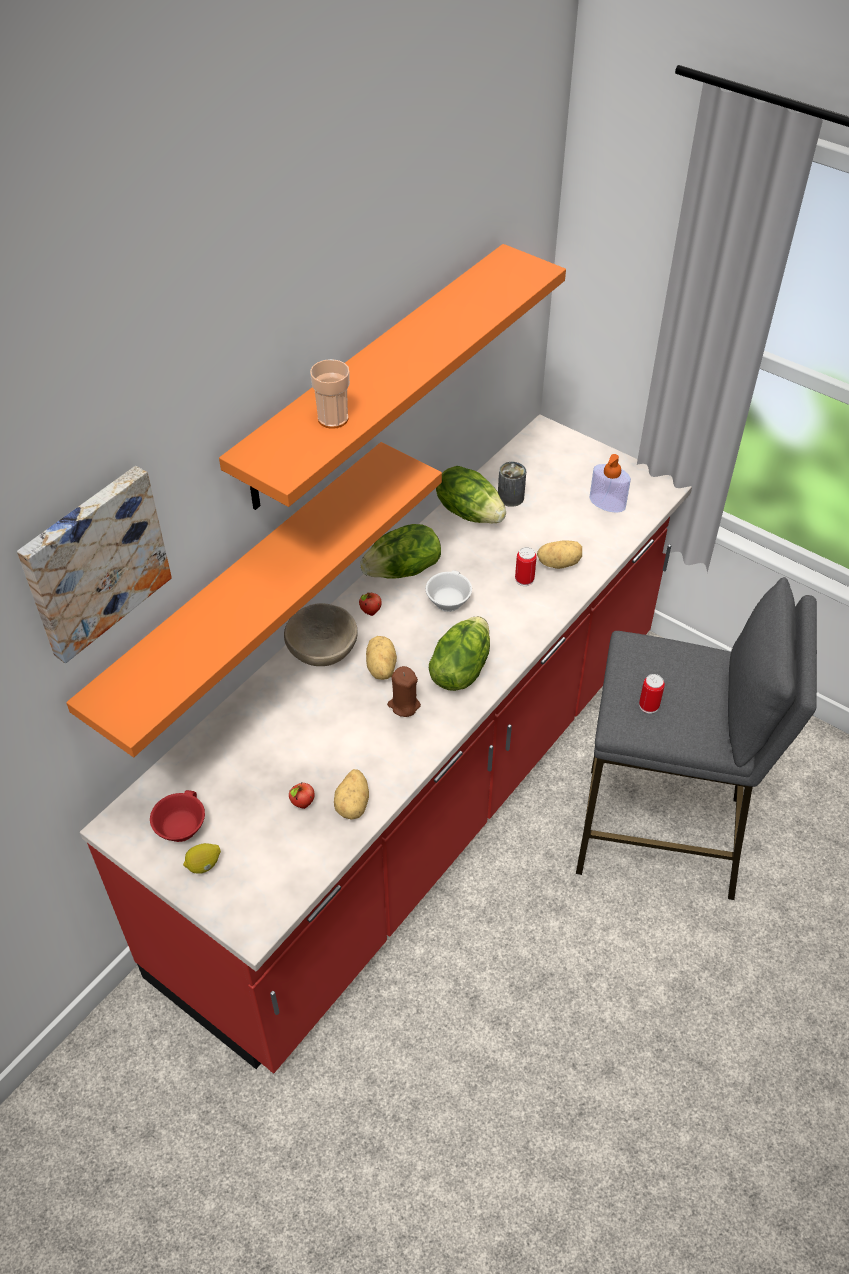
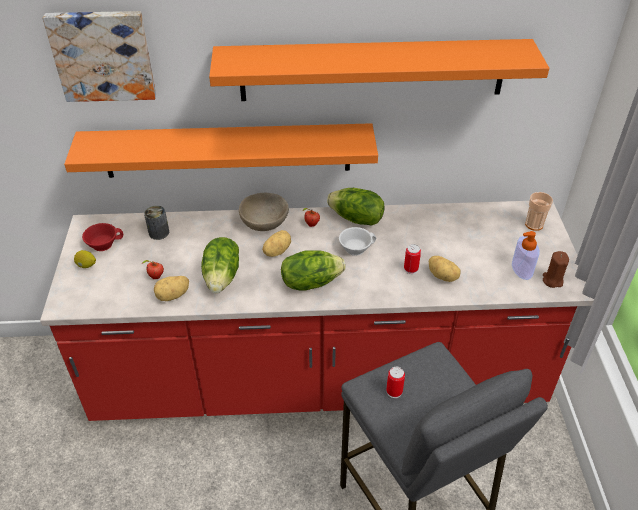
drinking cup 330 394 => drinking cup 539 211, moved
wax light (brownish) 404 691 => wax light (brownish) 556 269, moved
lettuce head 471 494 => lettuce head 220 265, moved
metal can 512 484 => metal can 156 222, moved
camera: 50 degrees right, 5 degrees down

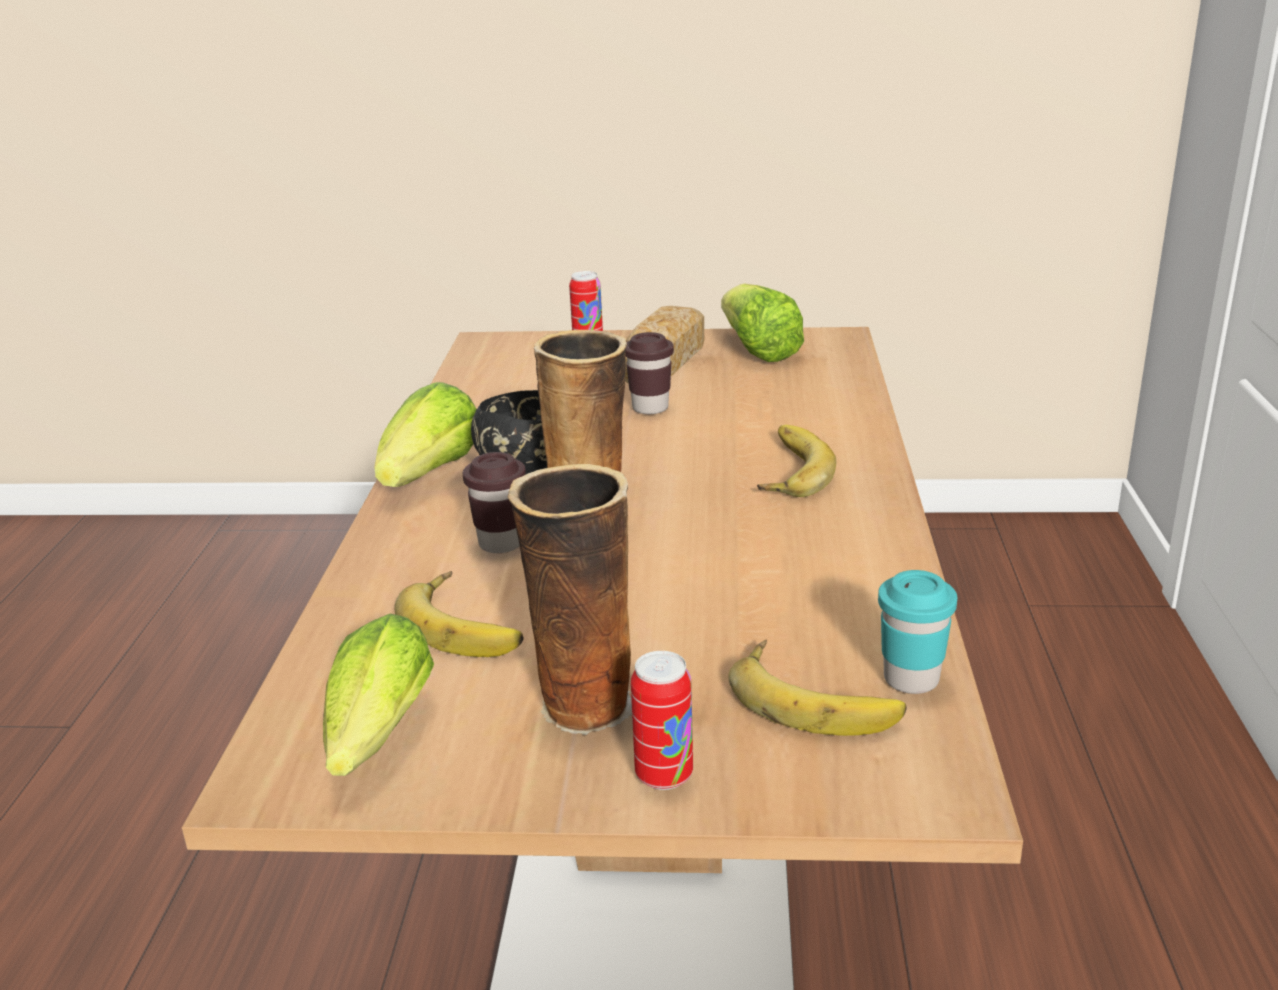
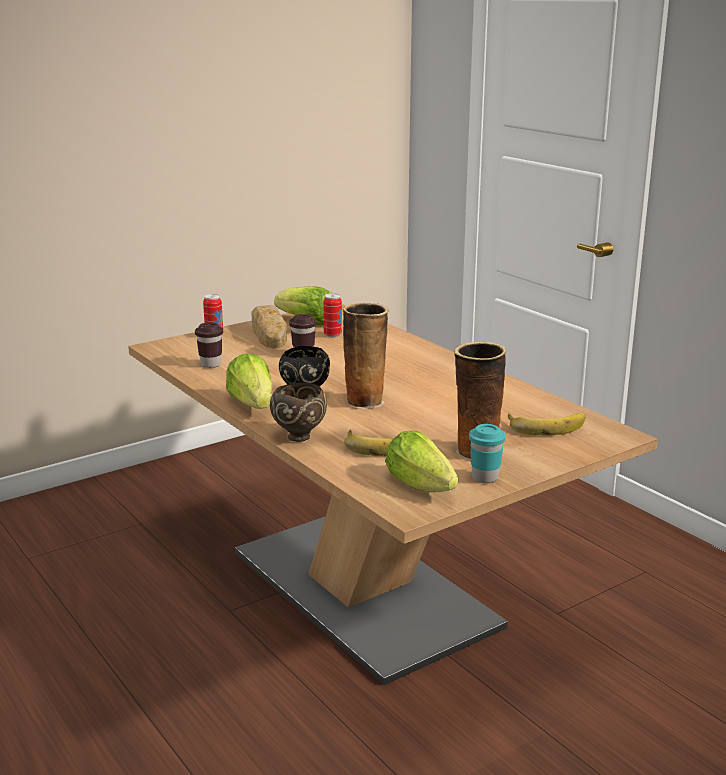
drinking cup (brownish) 494 502 => drinking cup (brownish) 209 345, moved
metal can 662 720 => metal can 332 315, moved
whole banana 796 461 => nothing
drinking cup (blue-green) 917 632 => drinking cup (blue-green) 487 453, moved
nothing => bowl (brownish) 298 412
camera: 40 degrees left, 5 degrees down

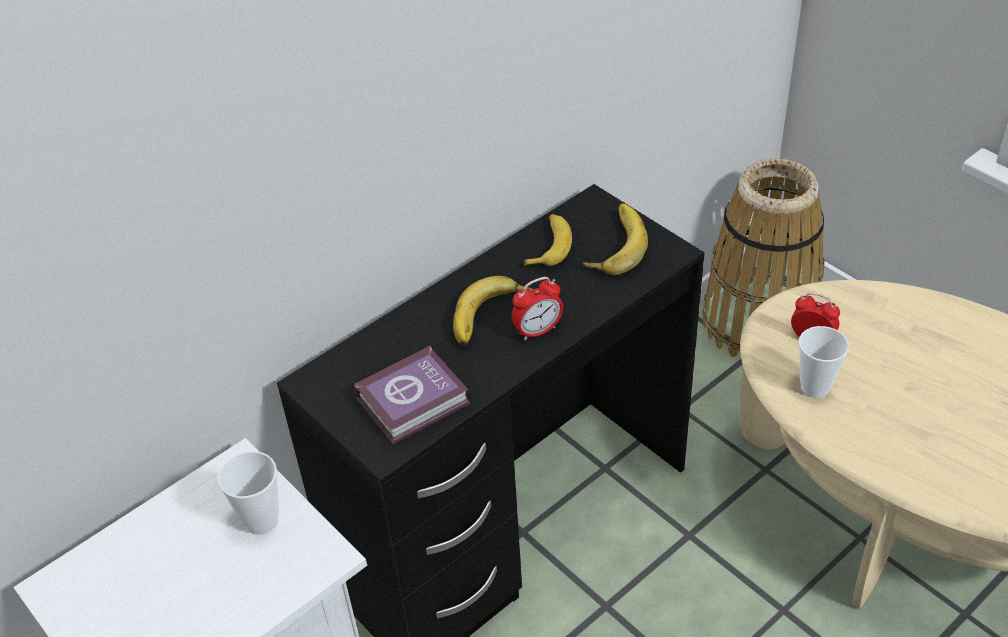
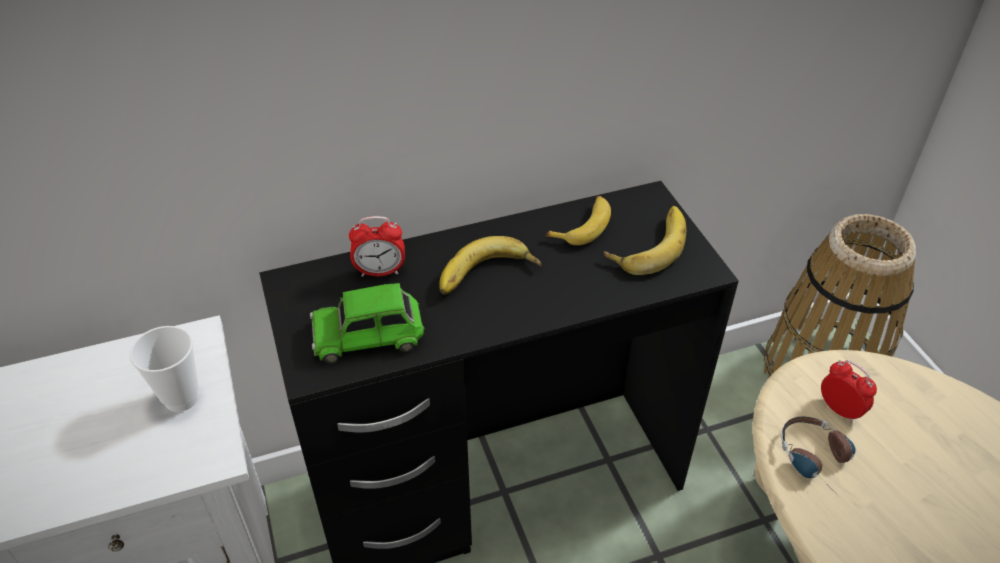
bound book 412 395 => toy car (green-coloured) 367 323
table clock 537 309 => table clock 377 246, moved
drinking cup 823 362 => pair of headphones 818 457
camera: 20 degrees right, 0 degrees up

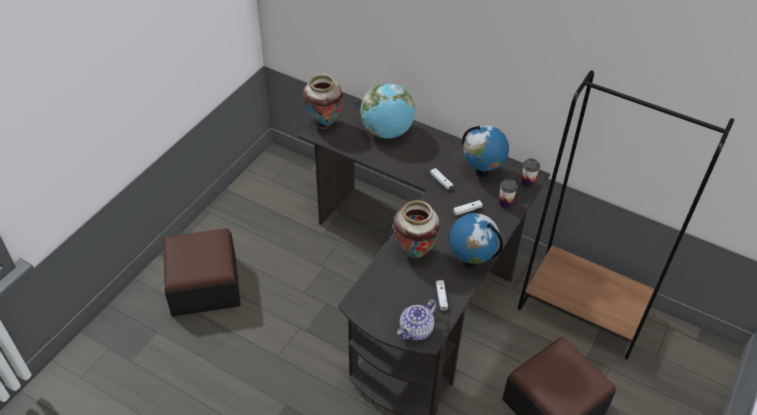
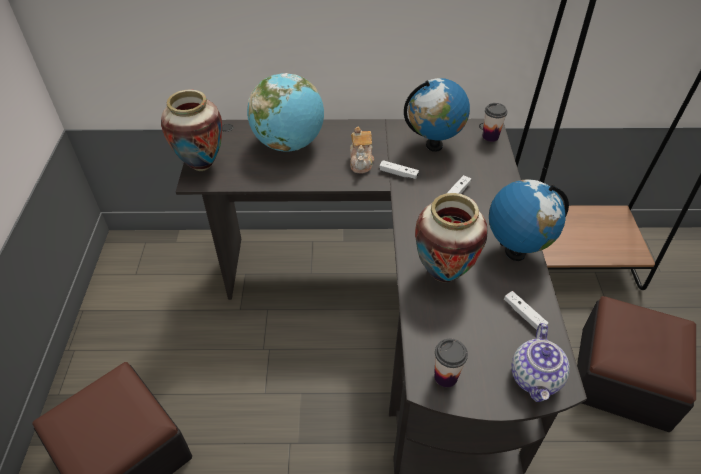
drinking cup 508 193 => drinking cup 451 363, moved
nothing => tea pot 362 150
camera: 30 degrees left, 0 degrees up

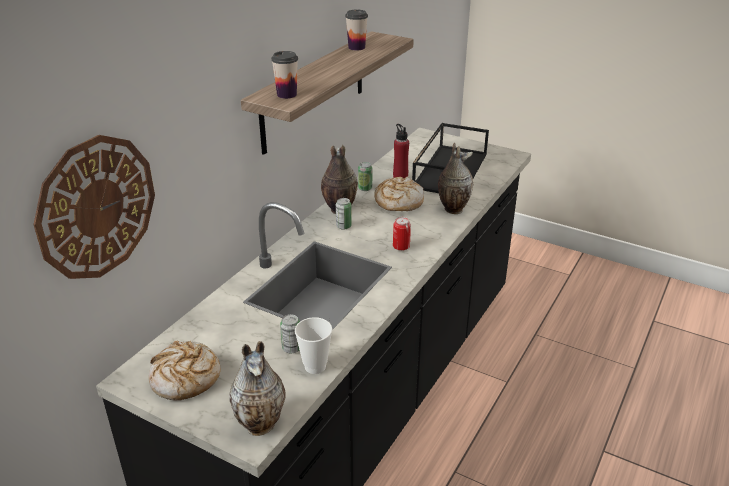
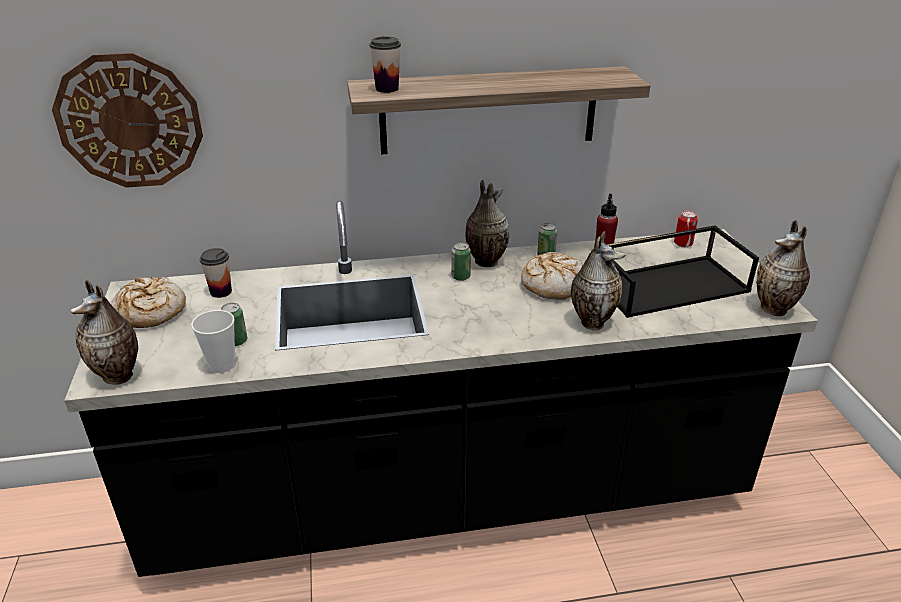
drinking cup 356 30 => drinking cup 216 273, moved
metal can 402 234 => metal can 686 228, moved
nothing => vase 783 268
camera: 50 degrees right, 0 degrees up

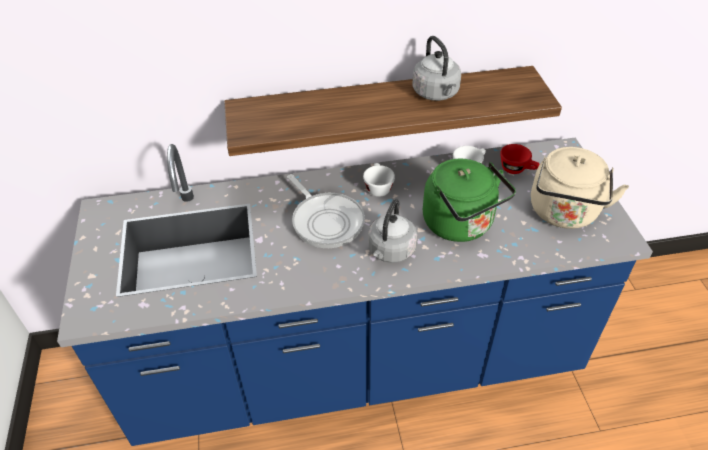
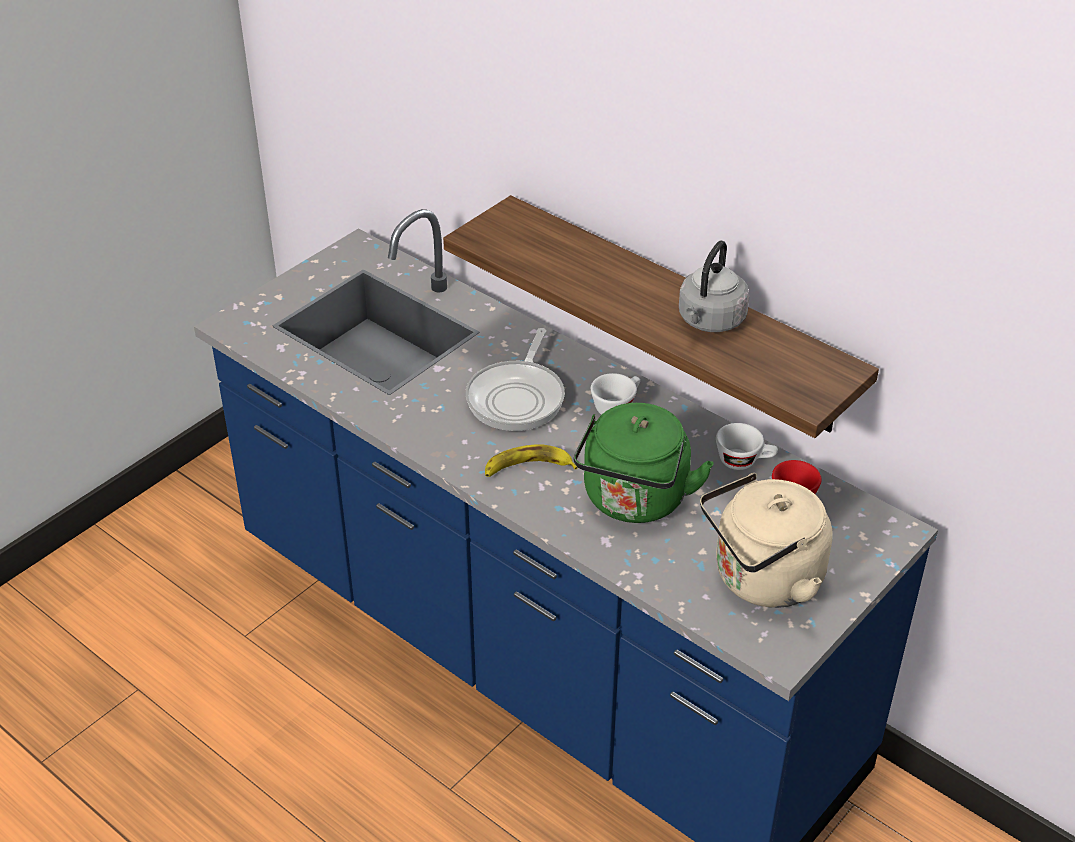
kettle (greyish) 392 231 => whole banana 531 460
camera: 50 degrees right, 5 degrees down

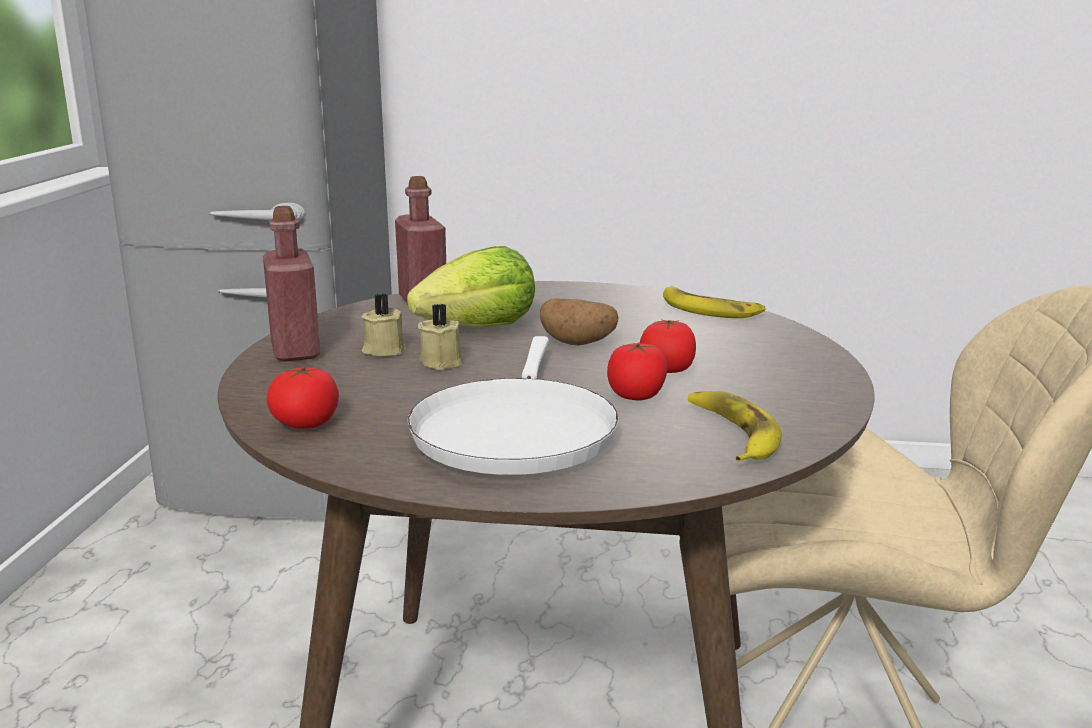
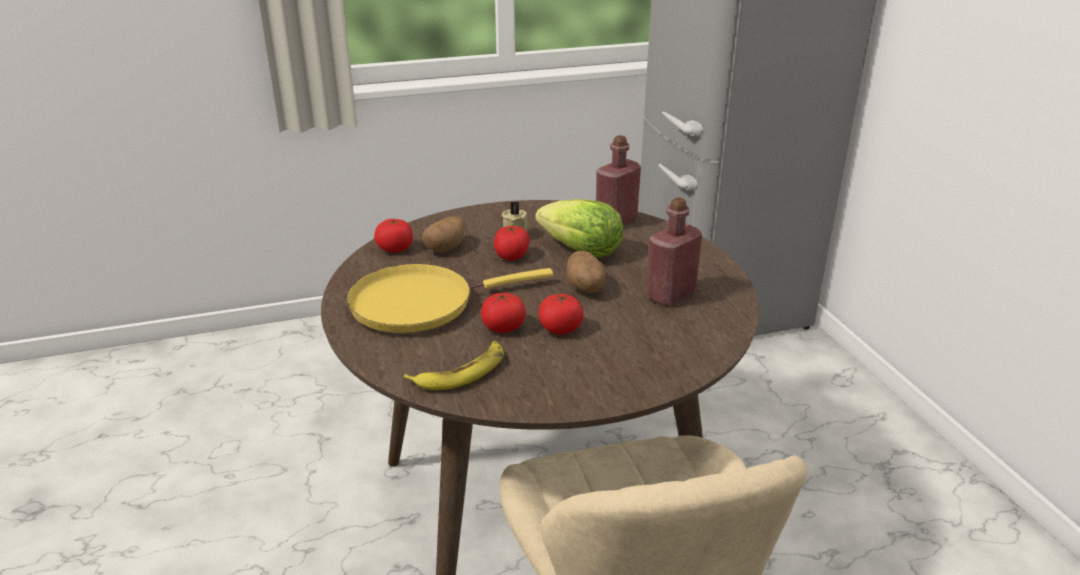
bottle (red) 291 284 => bottle (red) 674 251, moved
frying pan (whitish) 513 405 => frying pan (yellowish) 449 298
wax light (sand-coloured) 440 337 => fresh tomato 512 243
whole banana 714 302 => nothing
nothing => spud 443 234
camera: 65 degrees right, 10 degrees up

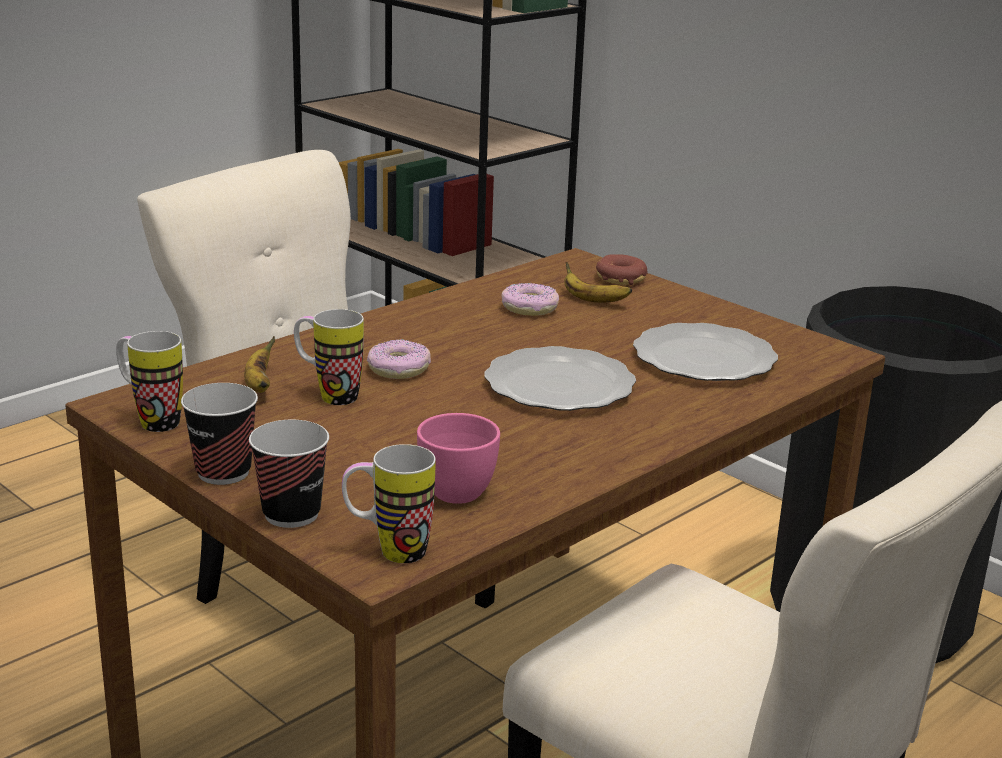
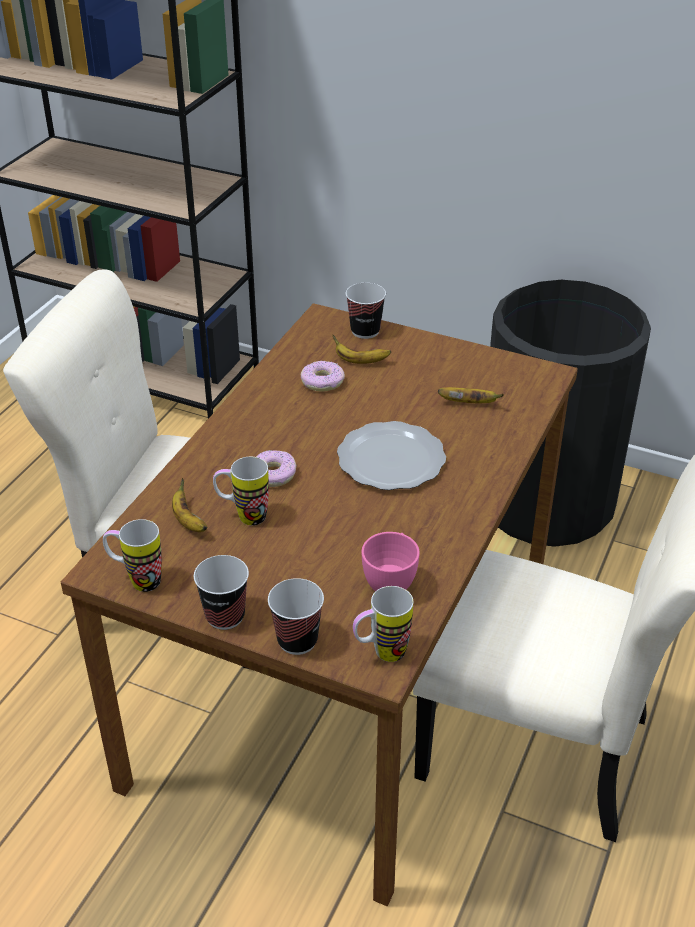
doughnut 622 269 => drinking cup 366 311
plate 705 352 => whole banana 471 395
camera: 20 degrees left, 15 degrees up

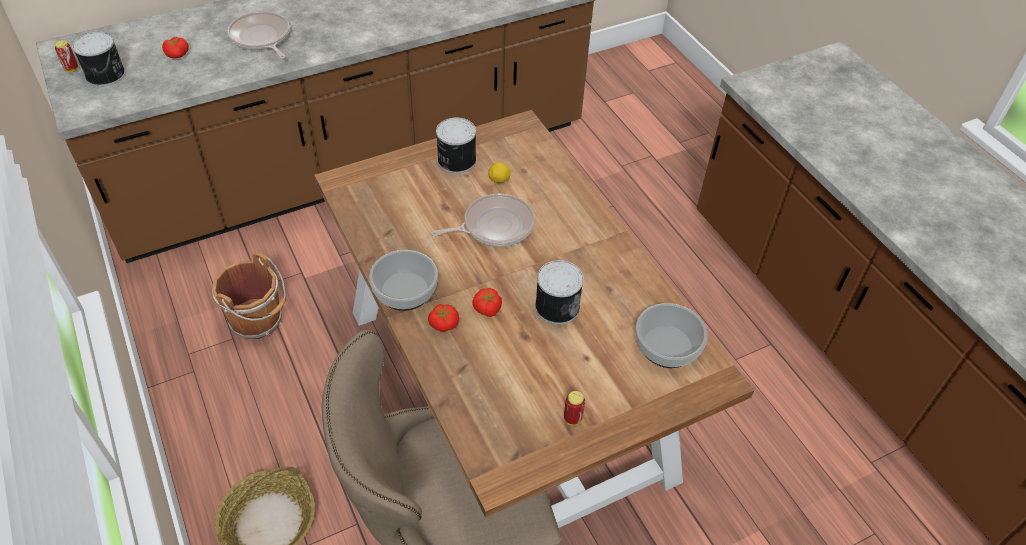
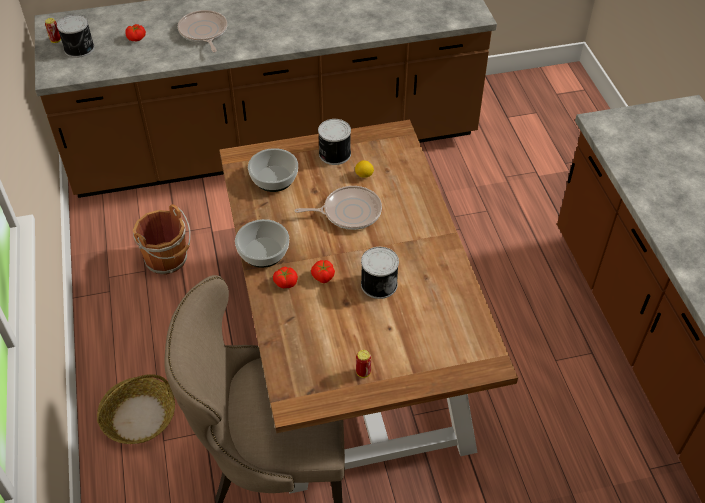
bowl 672 335 => bowl 273 170, moved
camera: 15 degrees right, 0 degrees up

